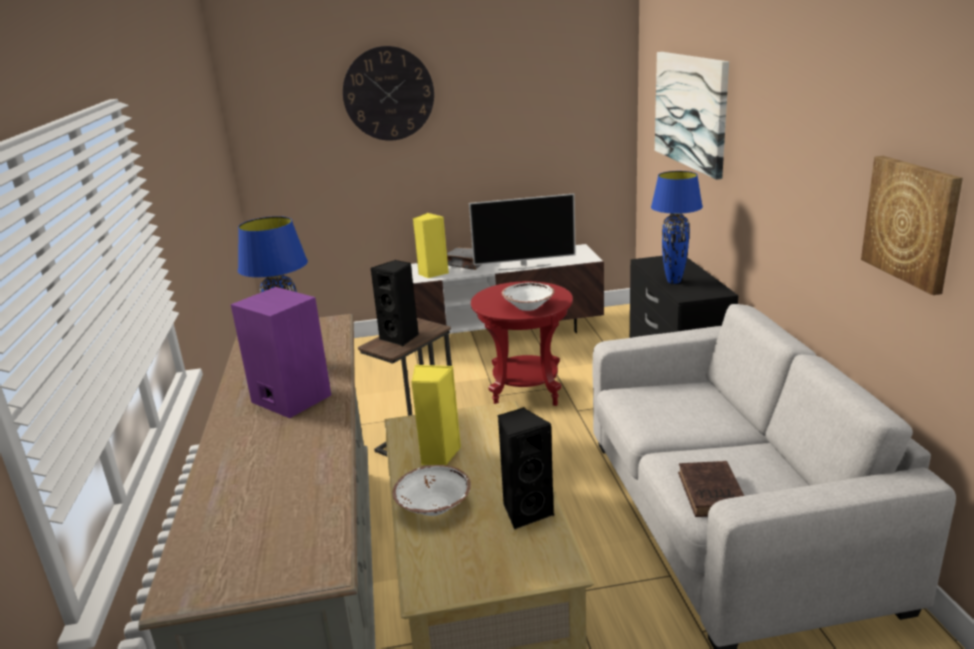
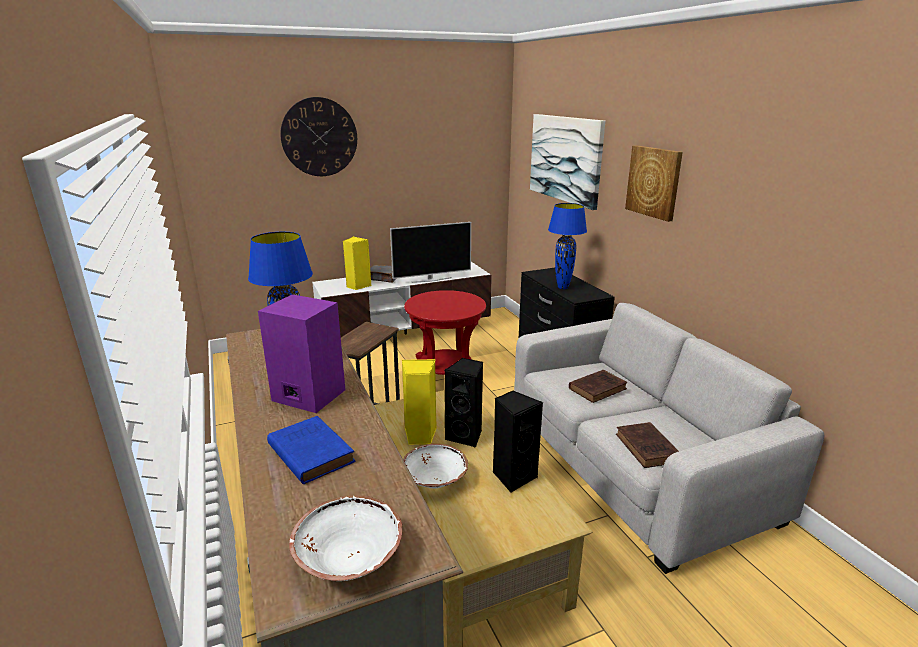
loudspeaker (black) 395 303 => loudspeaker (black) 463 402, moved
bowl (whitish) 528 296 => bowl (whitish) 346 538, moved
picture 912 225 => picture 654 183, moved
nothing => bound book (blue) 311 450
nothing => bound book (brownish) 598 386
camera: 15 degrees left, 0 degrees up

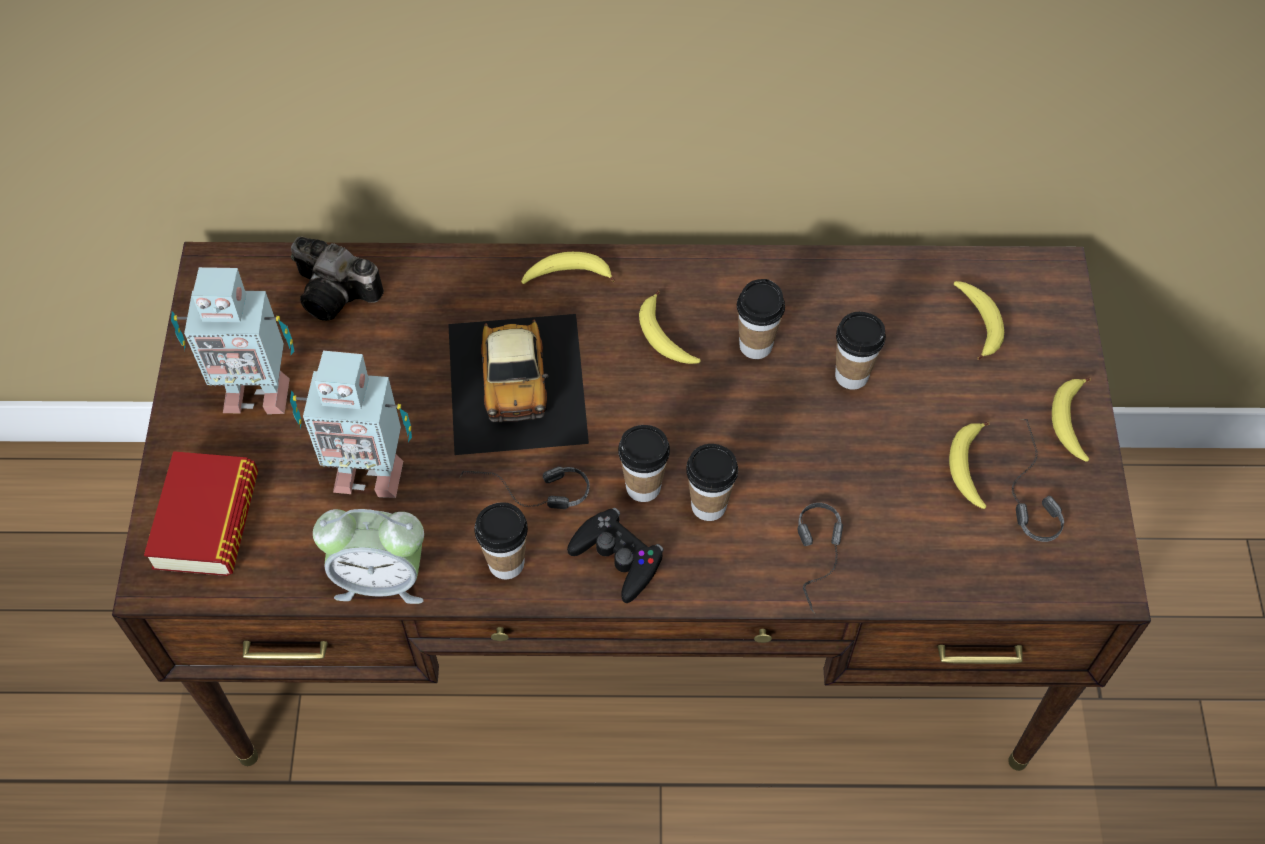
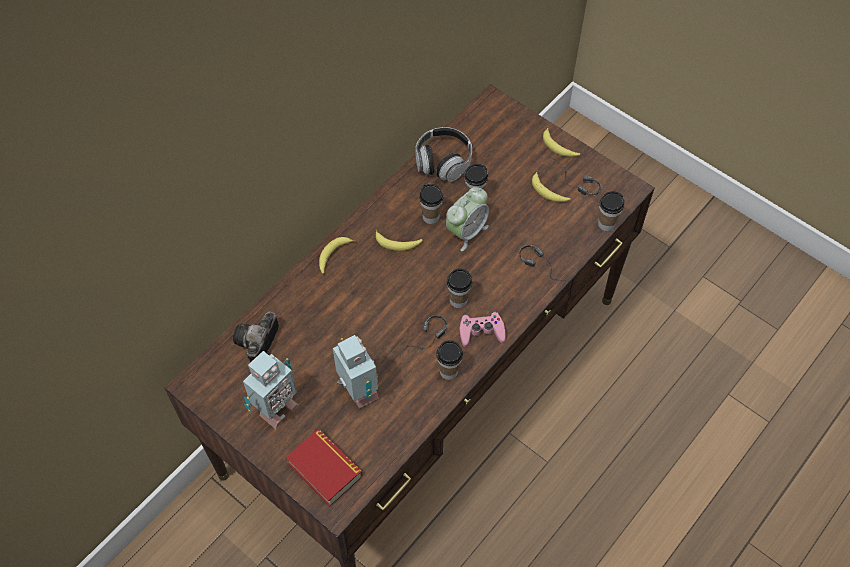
model robot 351 424 => model robot 356 371, 75 degrees counterclockwise
photo camera 337 279 => photo camera 256 337, 135 degrees clockwise
table clock 368 556 => table clock 467 219, moved
toy car 518 384 => nothing
game controller (black) 615 555 => game controller (pink) 483 329
drinking cup 712 482 => drinking cup 611 211, moved
whole banana 979 320 => nothing
nothing => pair of headphones 444 154
camera: 50 degrees left, 0 degrees up

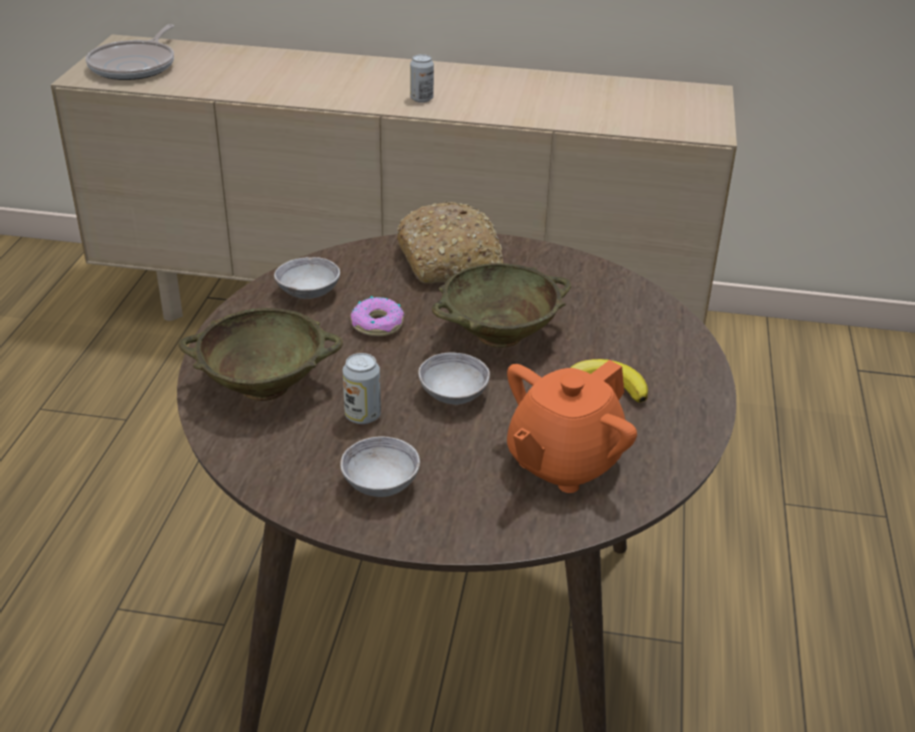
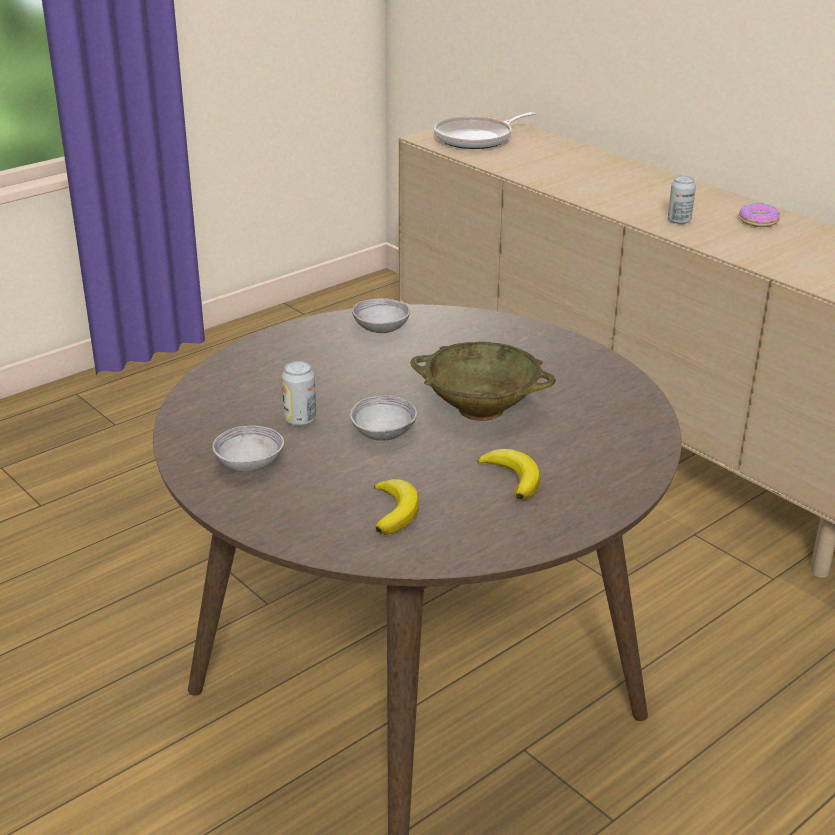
bowl (sand-coloured) 260 354 => nothing
doughnut 377 316 => doughnut 759 215, moved
bakery bread 450 242 => nothing
tea pot (orangey) 572 426 => whole banana 396 507
camera: 40 degrees right, 5 degrees down

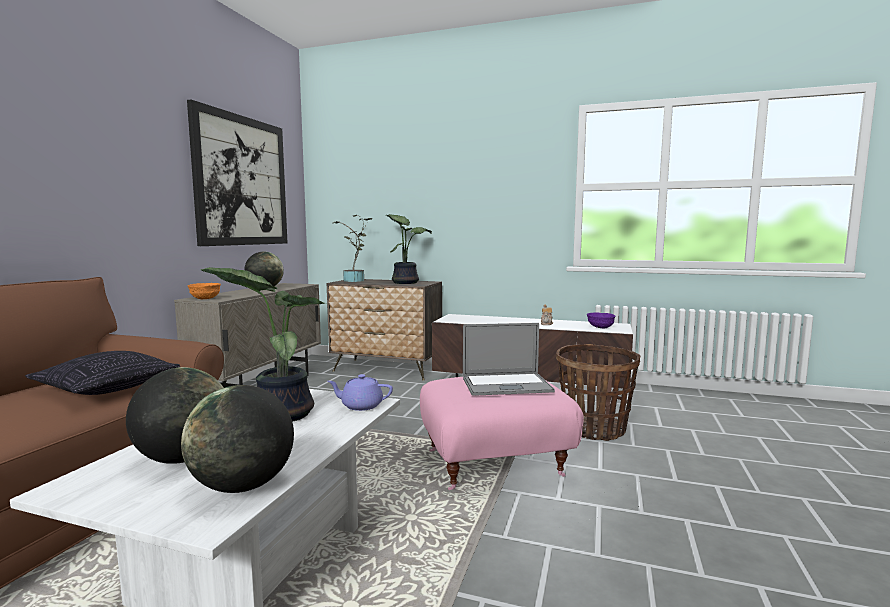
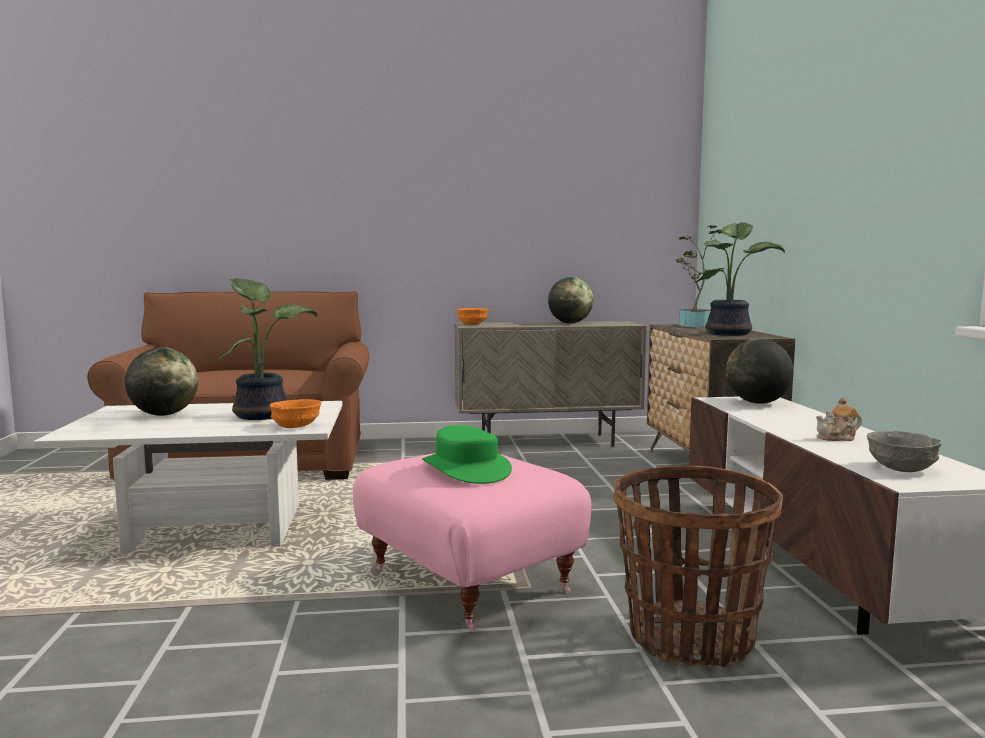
cushion 102 373 => nothing
desk globe 237 439 => desk globe 760 371, moved
picture 237 173 => nothing
tea pot (purplish) 360 392 => bowl (orangey) 296 413
portable computer 509 359 => clothing hat (green-coloured) 467 454
bowl (purplish) 601 320 => bowl (greyish) 904 451
camera: 65 degrees right, 0 degrees up

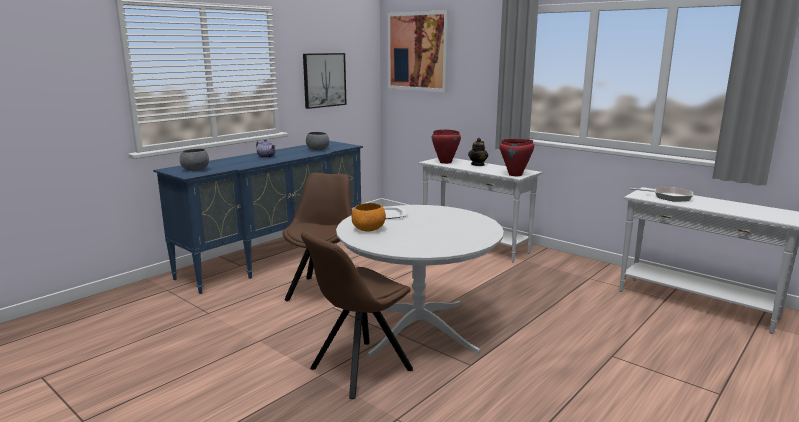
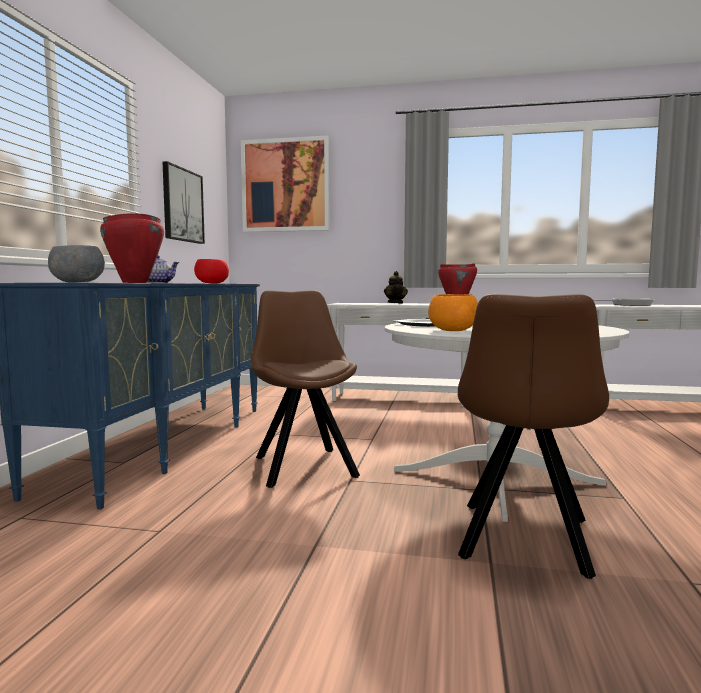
bowl (greyish) 317 141 => bowl (red) 211 271
stockpot (red) 446 146 => stockpot (red) 132 248, moved
camera: 30 degrees left, 10 degrees down

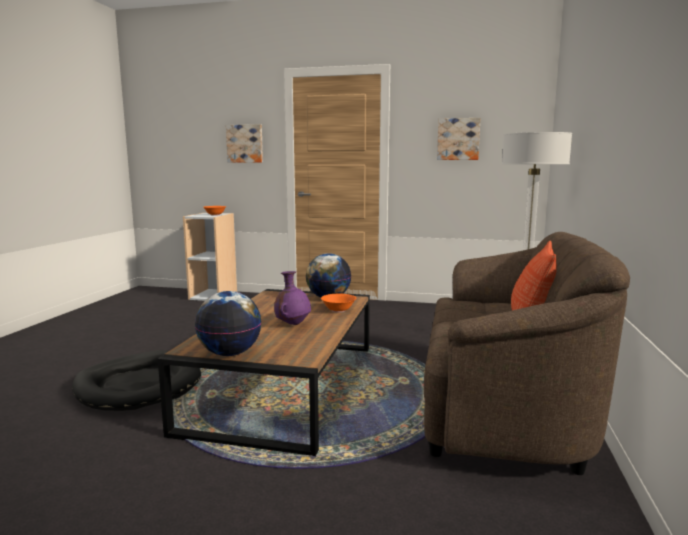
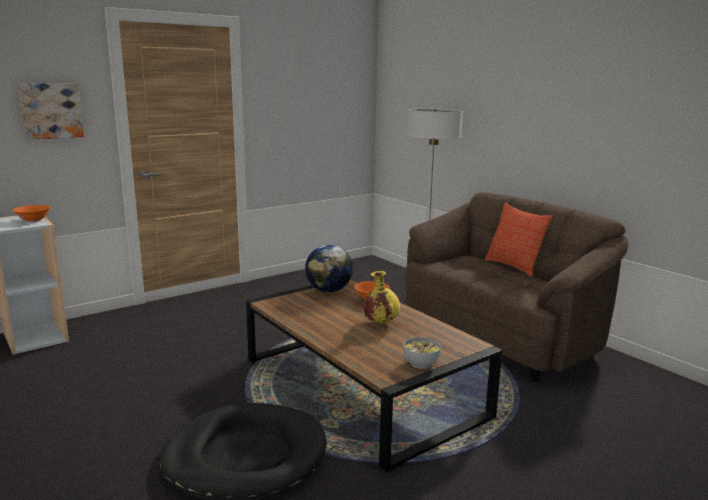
desk globe 228 323 => bowl 422 353
vase (purplish) 292 298 => vase (yellowish) 382 297
picture 459 139 => nothing
camera: 50 degrees left, 5 degrees up

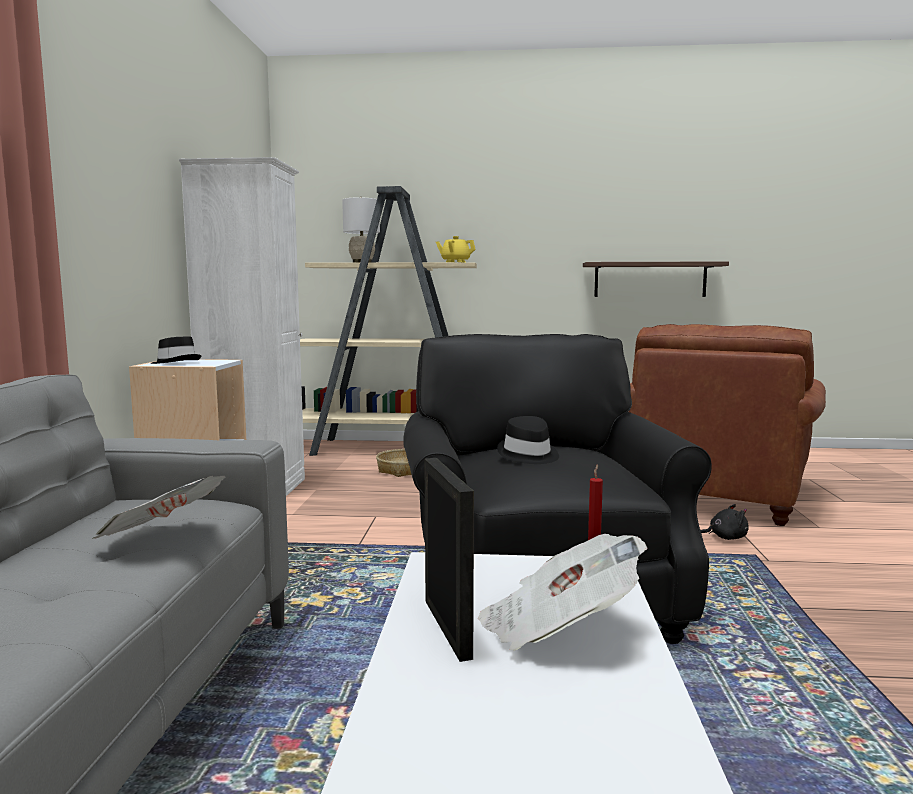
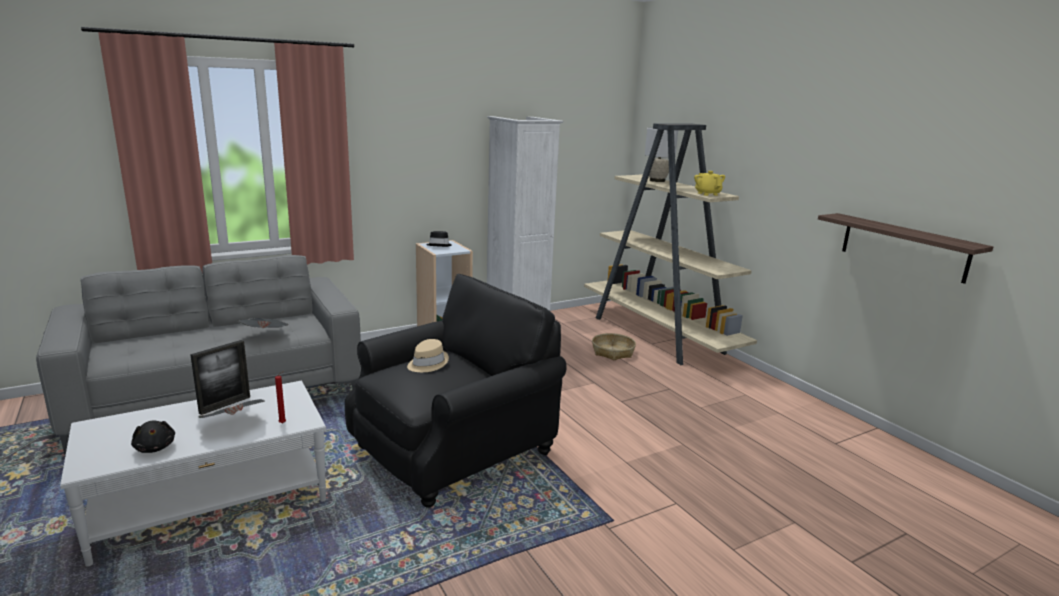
clothing hat (black) 528 440 => clothing hat (sand-coloured) 428 355
armchair (brownish) 727 425 => nothing
plush toy (black) 724 522 => plush toy (black) 153 436, moved
camera: 55 degrees right, 10 degrees up

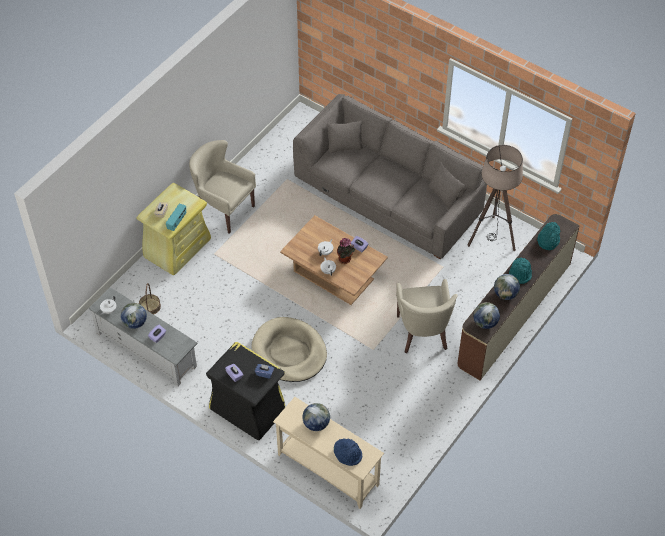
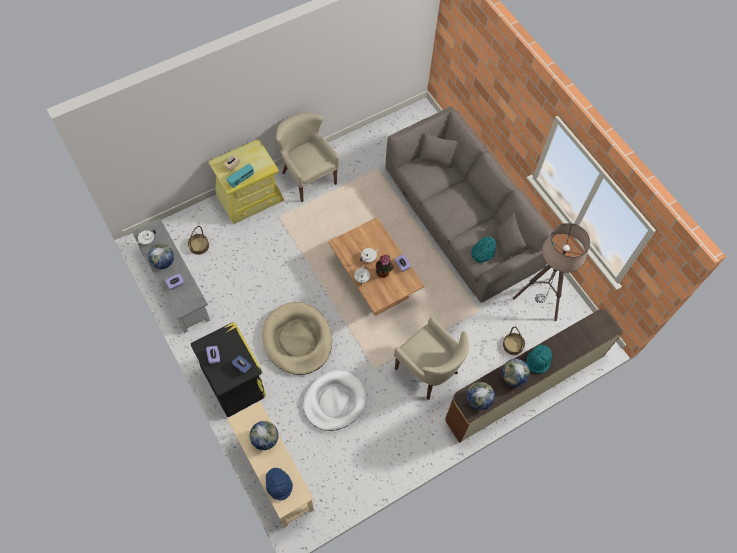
armchair (sand-coloured) 427 316 => armchair (sand-coloured) 431 358, 60 degrees counterclockwise
clothing hat (blue-green) 549 236 => clothing hat (blue-green) 483 249, moved
nothing => pet bed (whitish) 335 400
nothing => household basket 514 340
camera: 20 degrees right, 10 degrees up

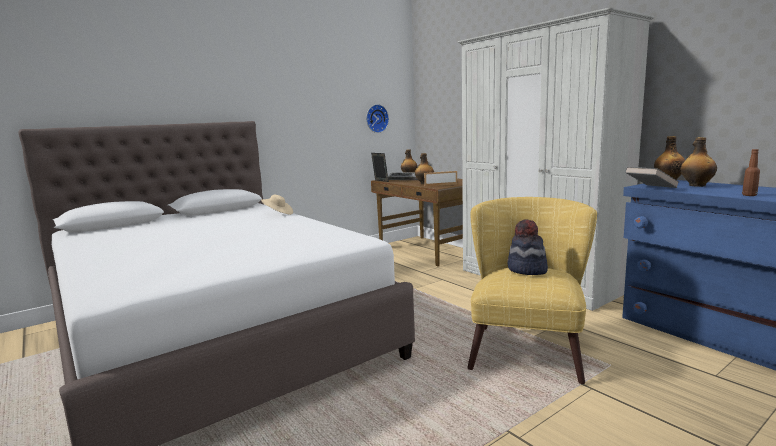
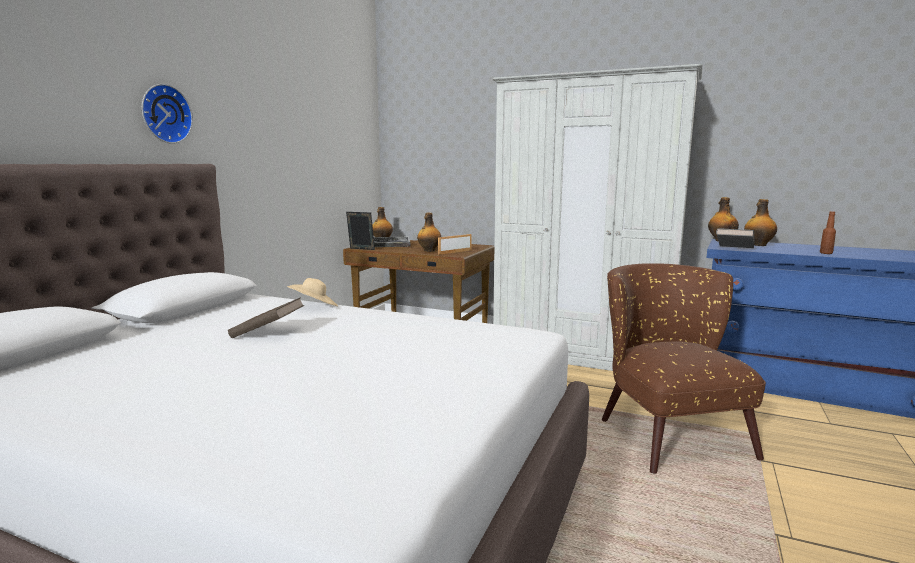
hanging clock 377 118 => hanging clock 167 114, moved
armchair (yellowish) 532 290 => armchair (brownish) 684 368
clothing hat 527 247 => nothing
nothing => bound book (brownish) 266 317
camera: 30 degrees left, 0 degrees up

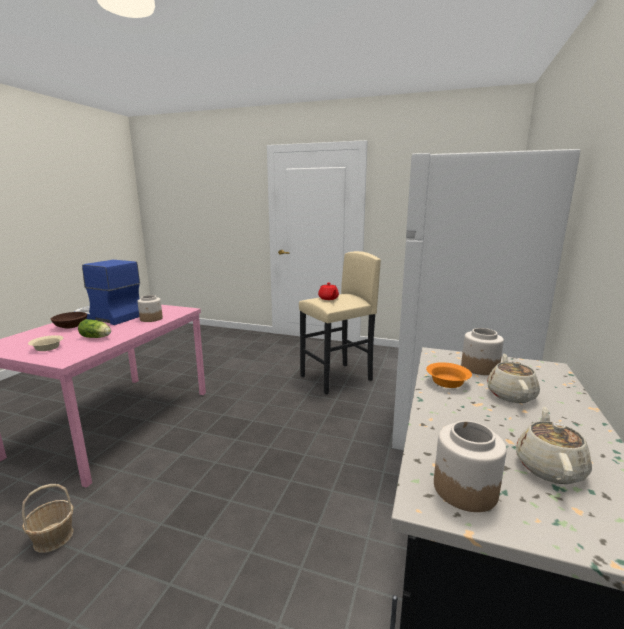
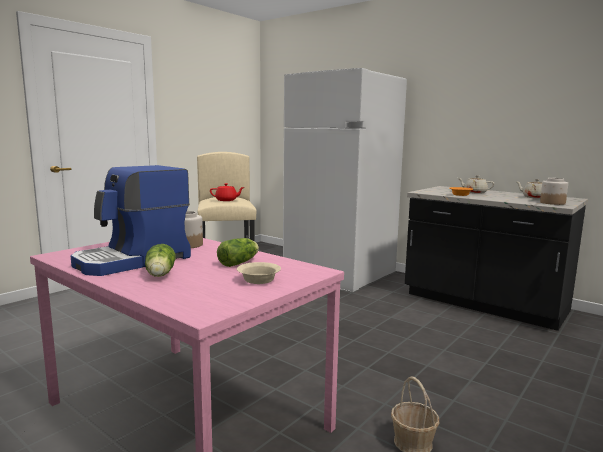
bowl (brownish) 69 320 => lettuce head 160 260
jar 482 351 => nothing
camera: 70 degrees left, 5 degrees down

